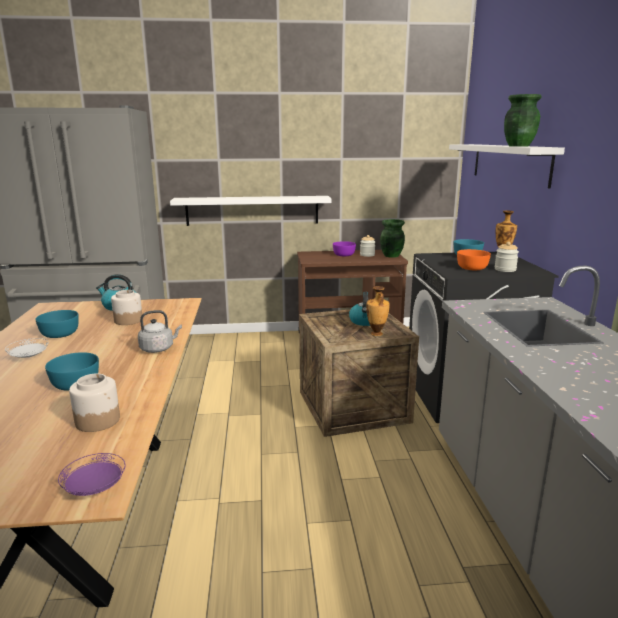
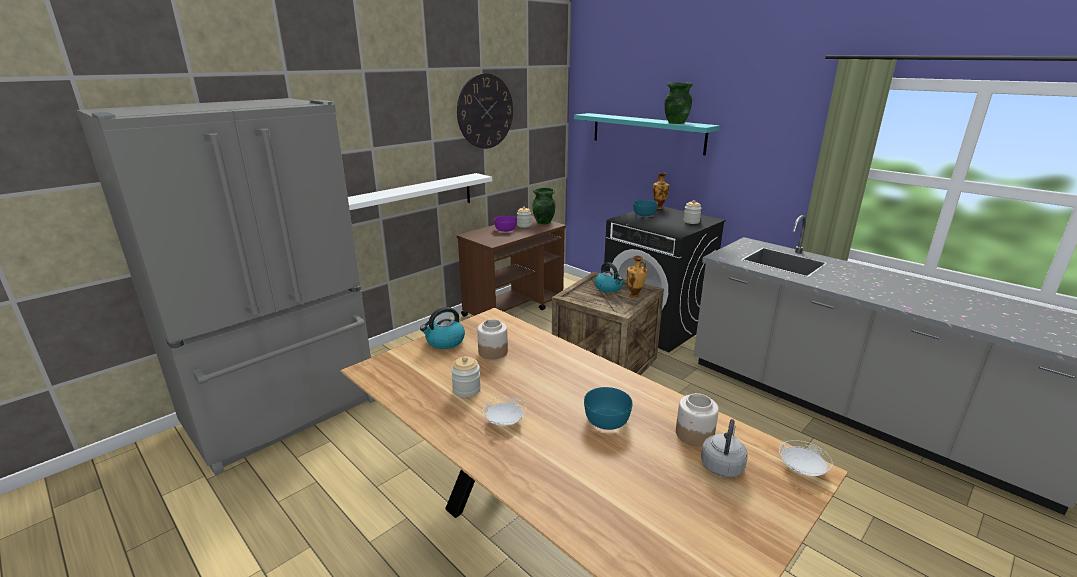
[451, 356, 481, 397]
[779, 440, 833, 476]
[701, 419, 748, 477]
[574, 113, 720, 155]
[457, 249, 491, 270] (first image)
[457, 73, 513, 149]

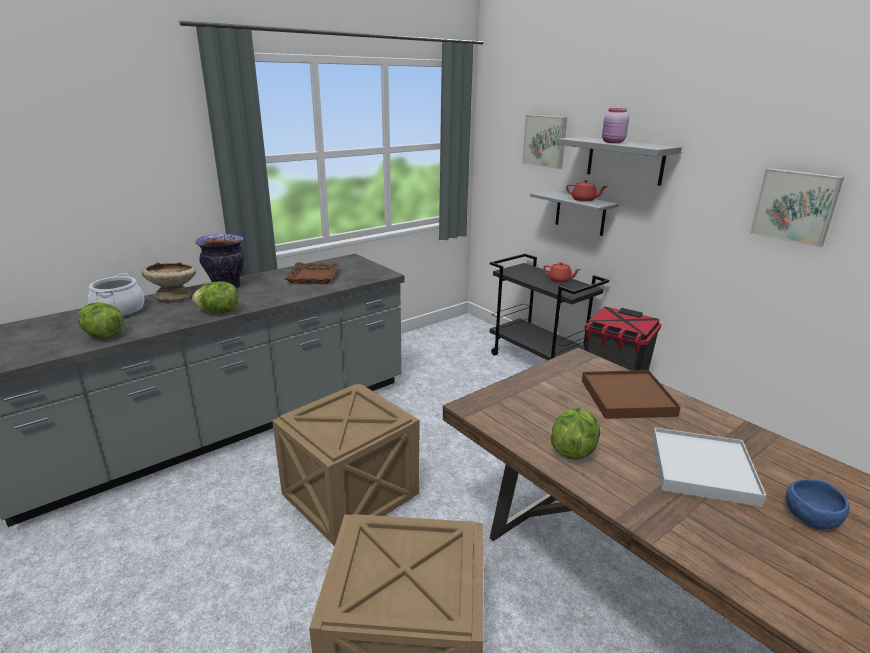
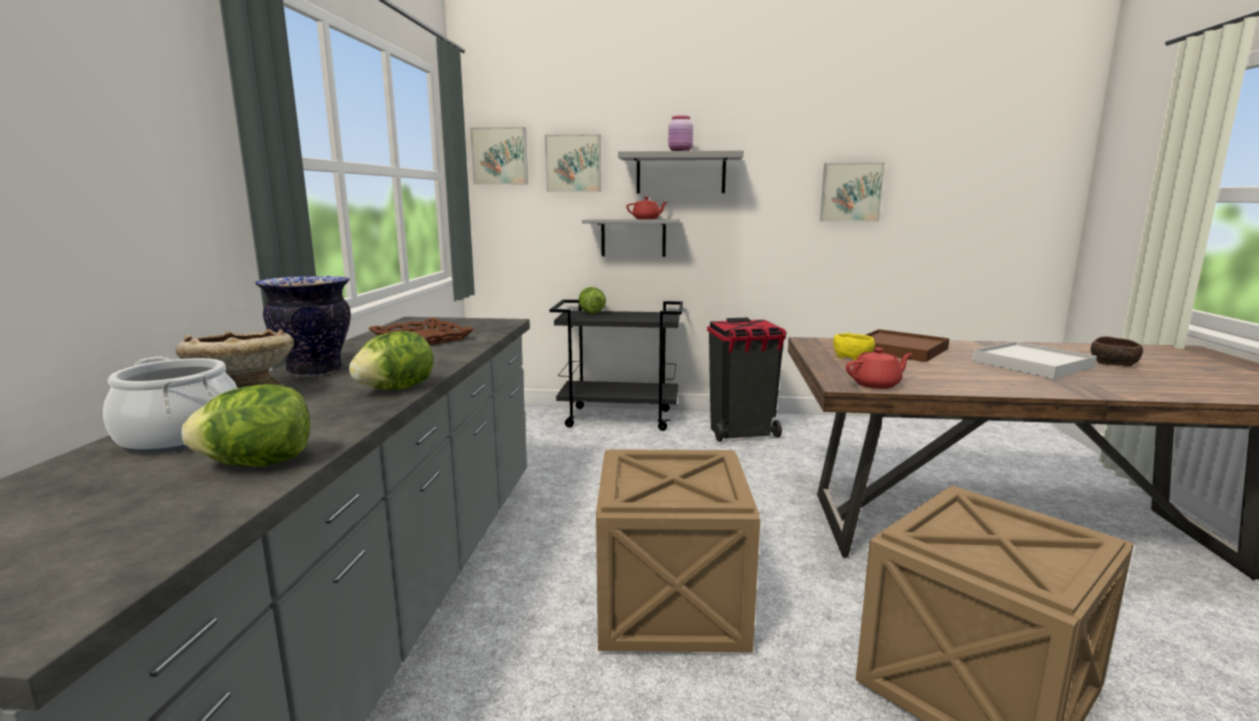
[846, 348, 913, 389]
[579, 287, 606, 314]
[1091, 336, 1143, 367]
[470, 127, 528, 185]
[833, 333, 875, 360]

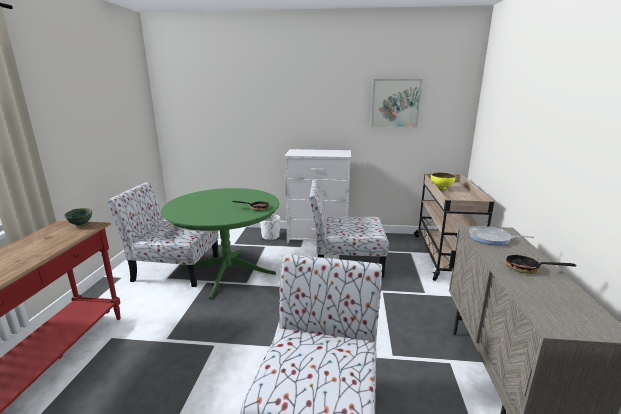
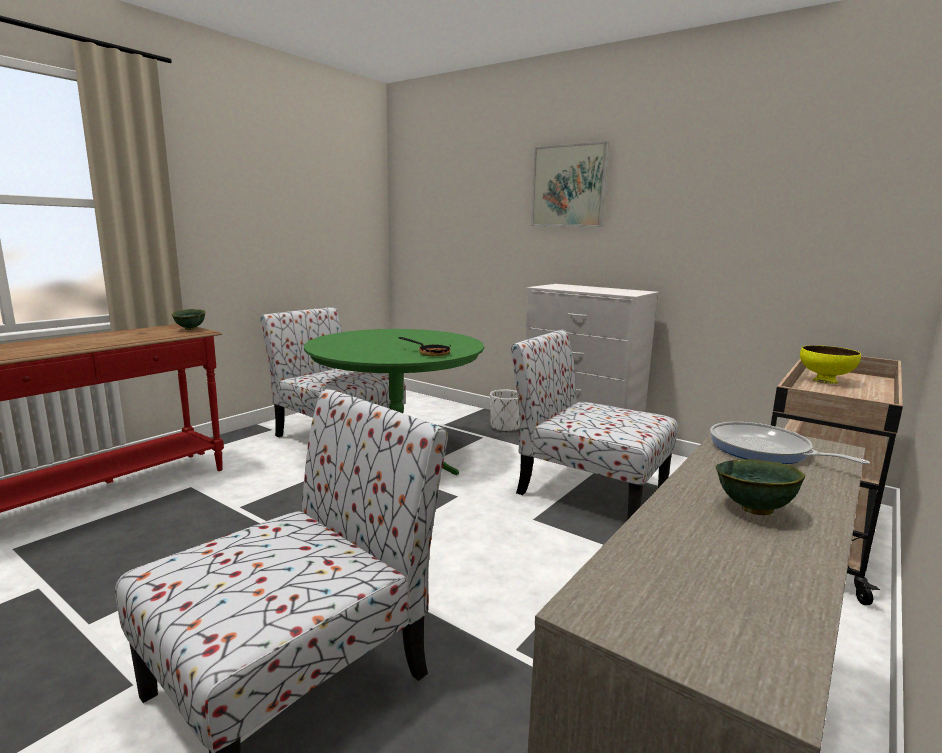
[531, 142, 609, 227]
[716, 459, 805, 515]

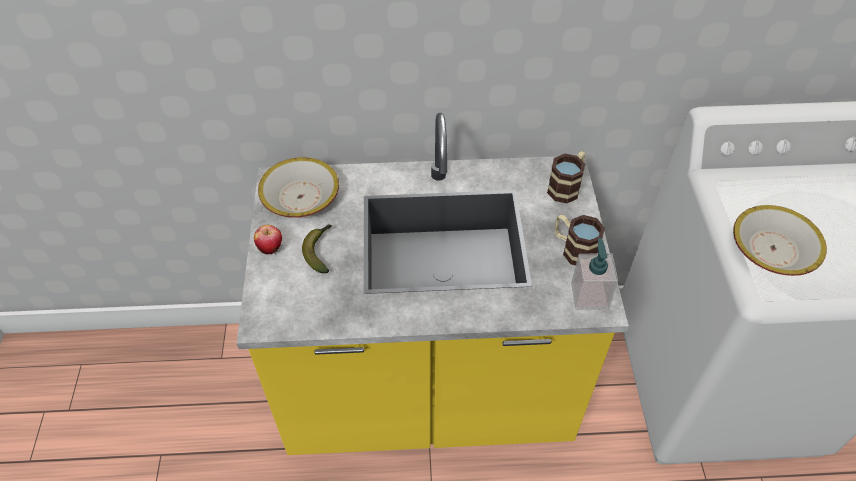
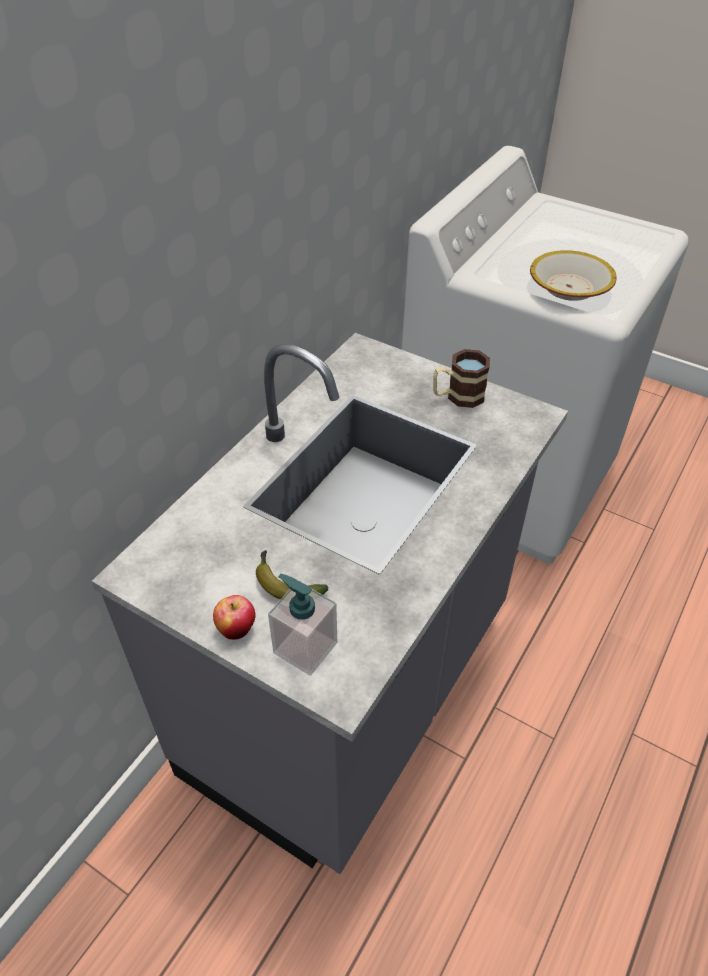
[92, 333, 568, 874]
[258, 157, 339, 218] (first image)
[547, 151, 585, 203] (first image)
[268, 574, 337, 676]

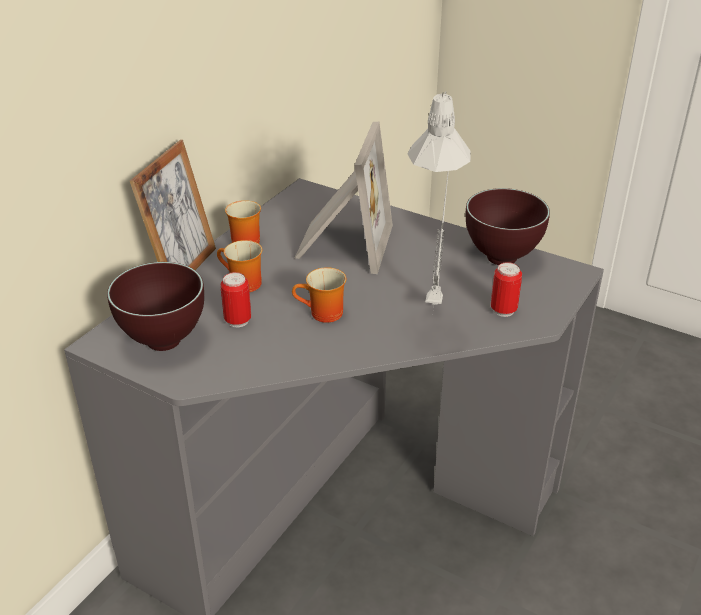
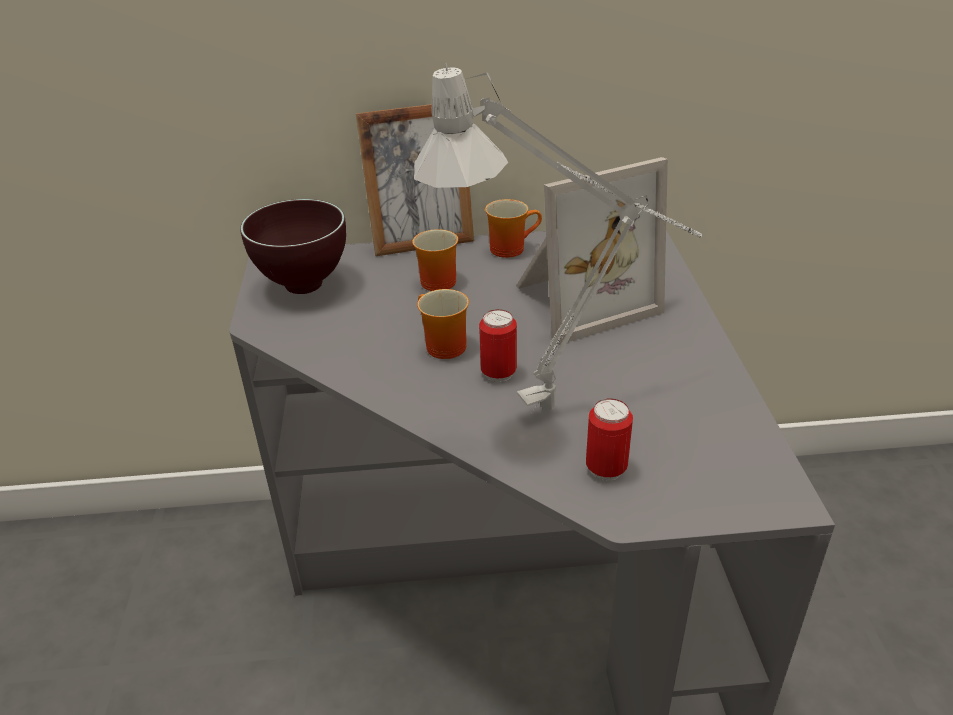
[479, 309, 517, 382]
[466, 188, 550, 265] (first image)

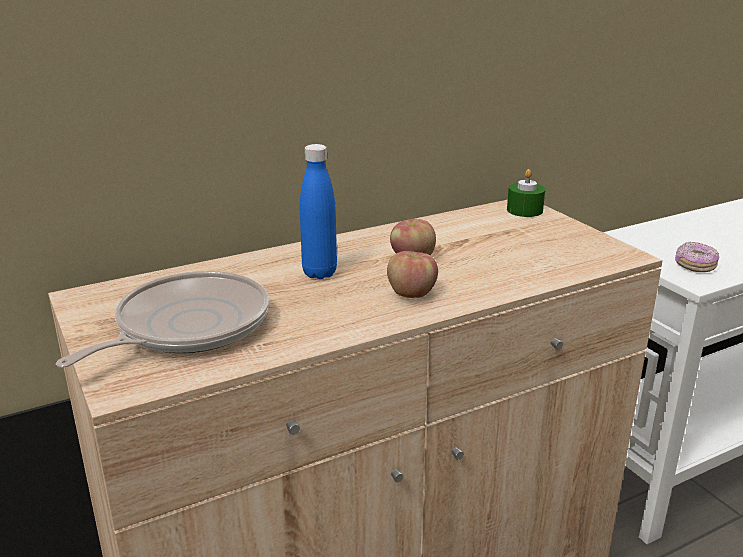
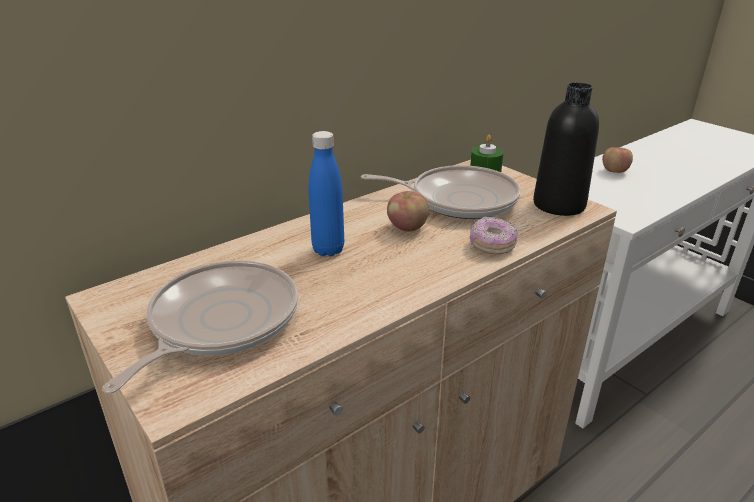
[602, 147, 633, 173]
[470, 217, 518, 254]
[361, 165, 521, 219]
[533, 83, 599, 216]

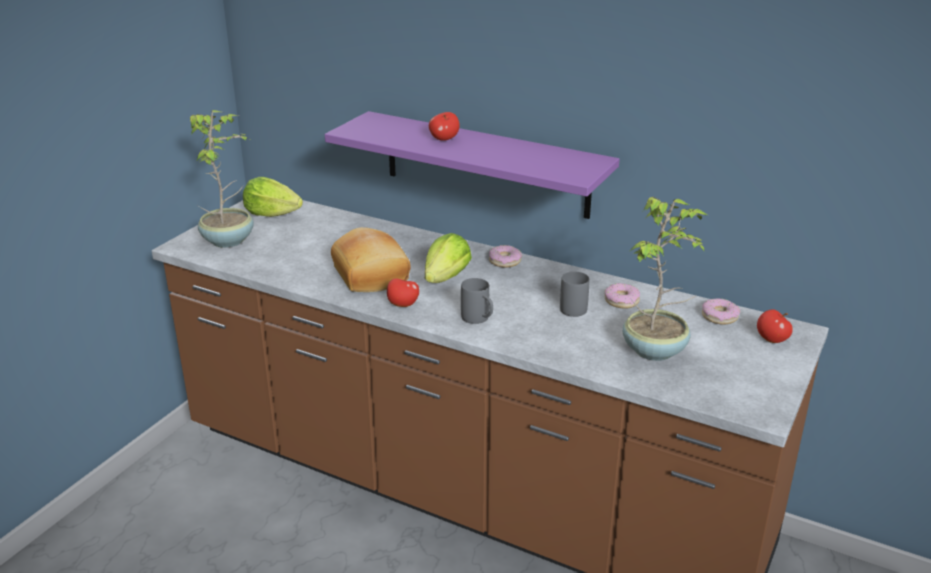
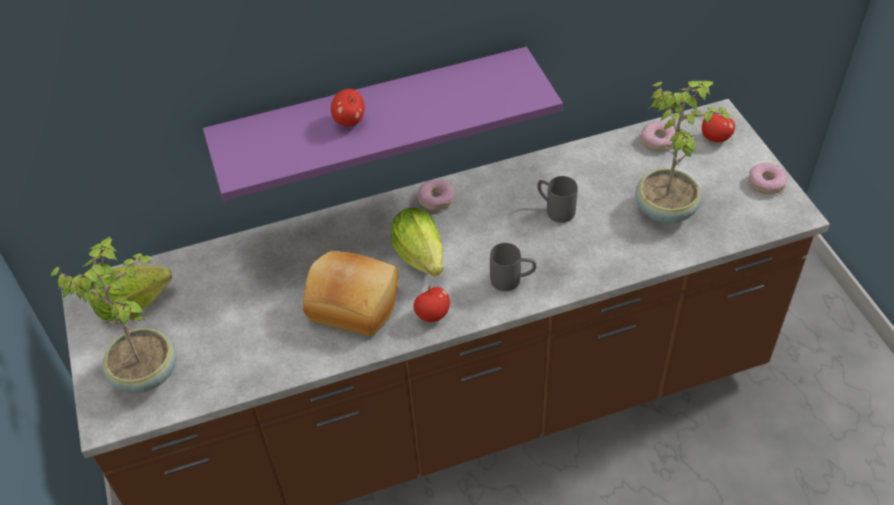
[749, 163, 787, 194]

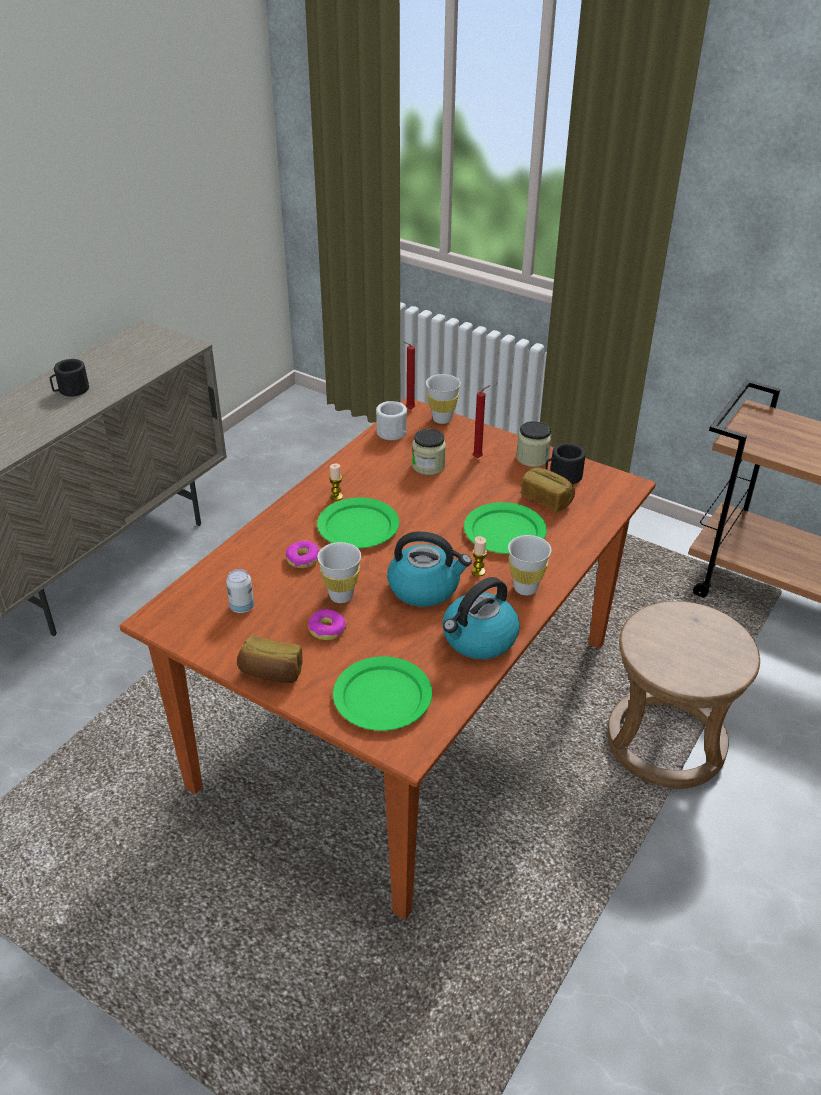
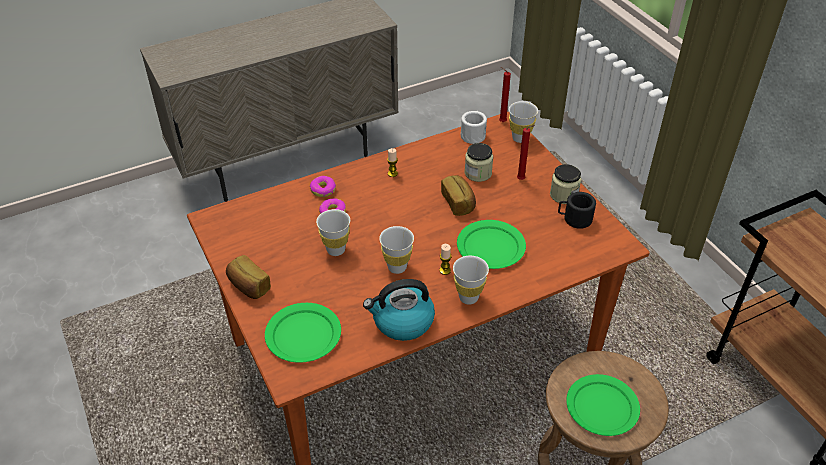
[50, 359, 89, 396] (first image)
[226, 569, 254, 613] (first image)
[310, 176, 336, 197]
[566, 374, 640, 436]
[379, 226, 414, 274]
[441, 175, 476, 216]

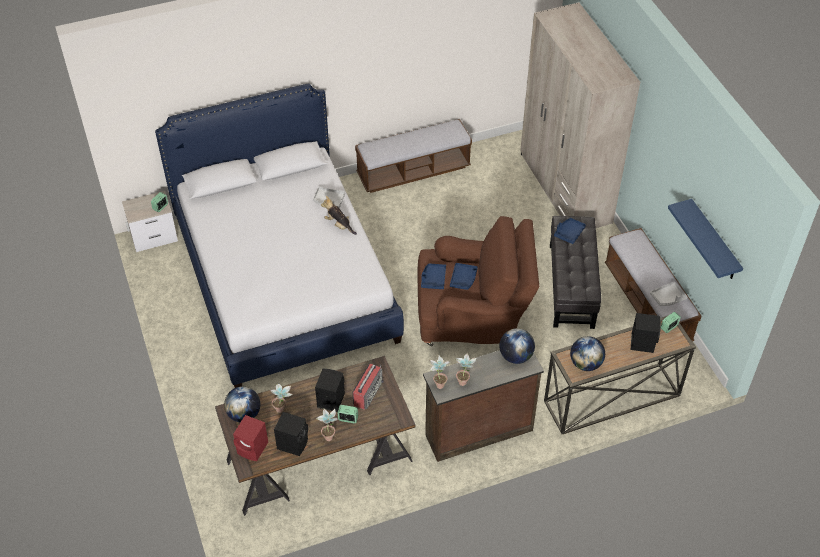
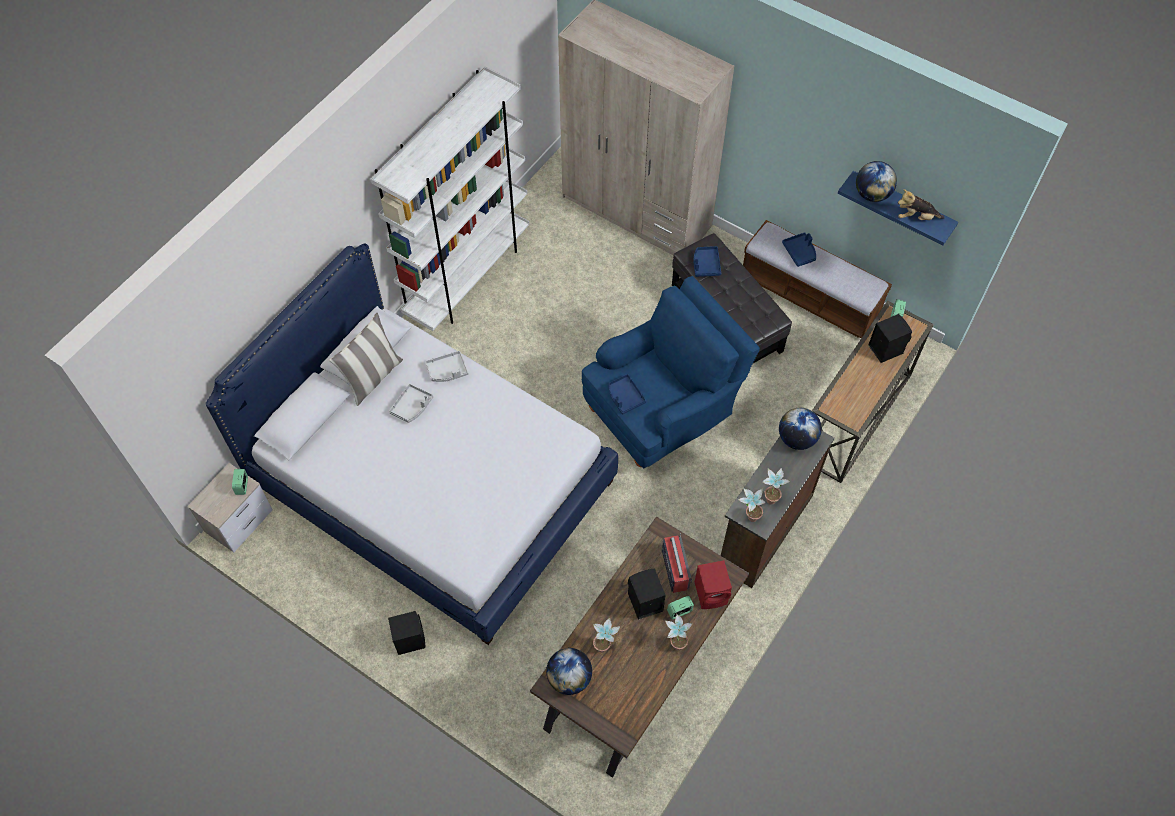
[695, 560, 732, 609]
[388, 611, 425, 655]
[898, 189, 945, 220]
[370, 67, 529, 331]
[582, 276, 760, 468]
[782, 232, 816, 267]
[856, 161, 897, 202]
[389, 384, 433, 423]
[329, 313, 403, 406]

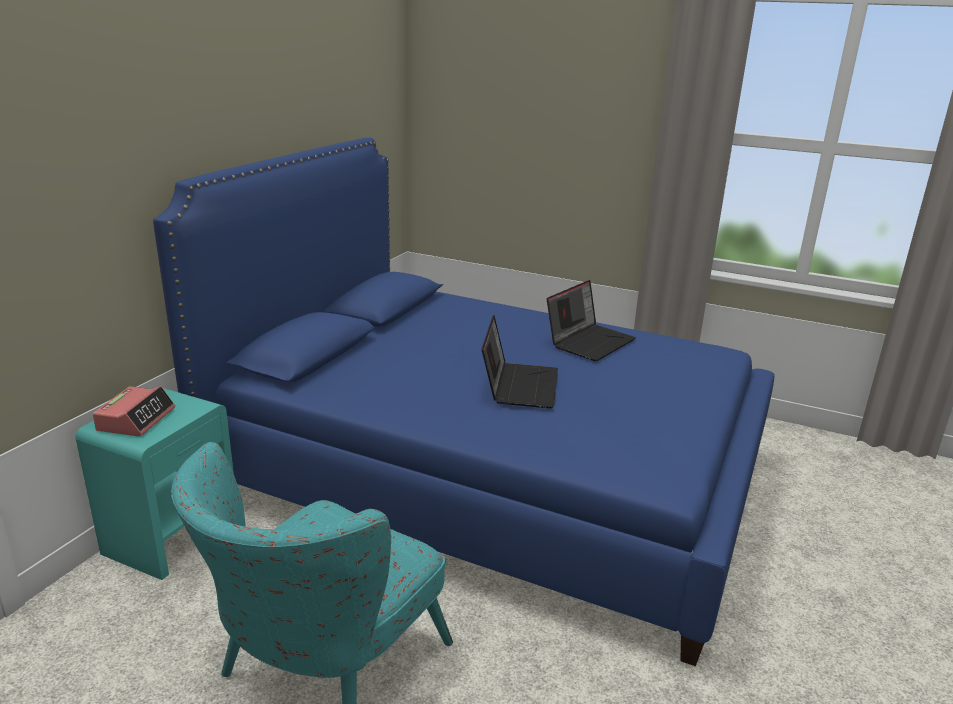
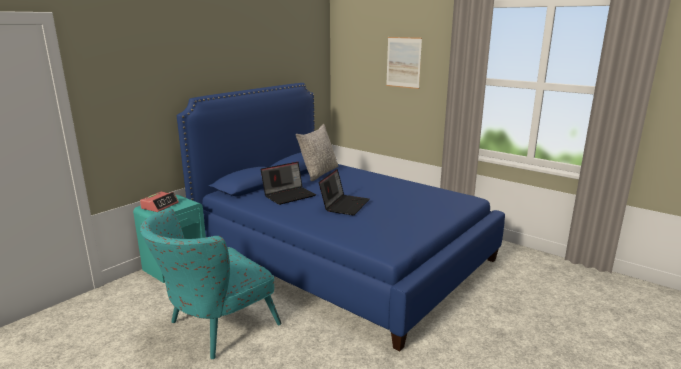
[261, 162, 316, 205]
[296, 124, 338, 181]
[386, 37, 422, 89]

